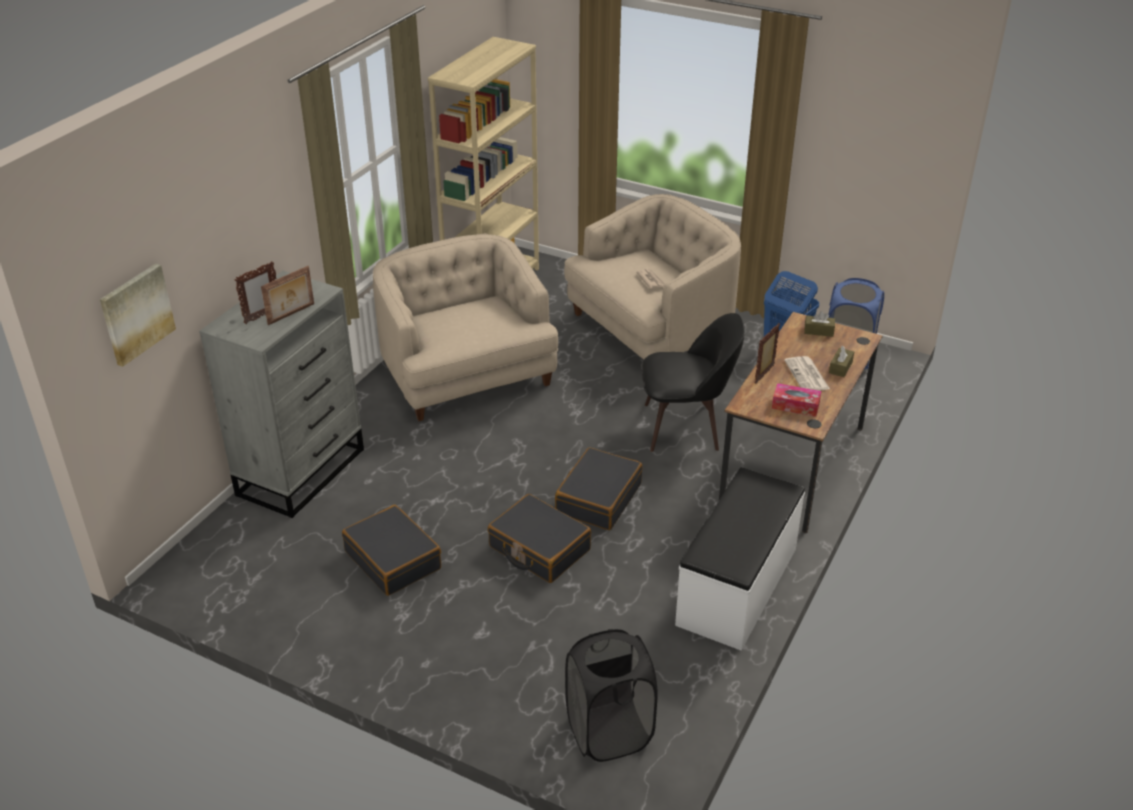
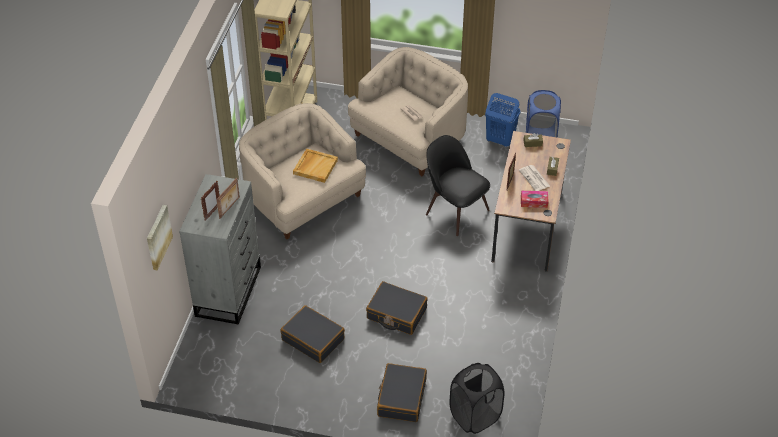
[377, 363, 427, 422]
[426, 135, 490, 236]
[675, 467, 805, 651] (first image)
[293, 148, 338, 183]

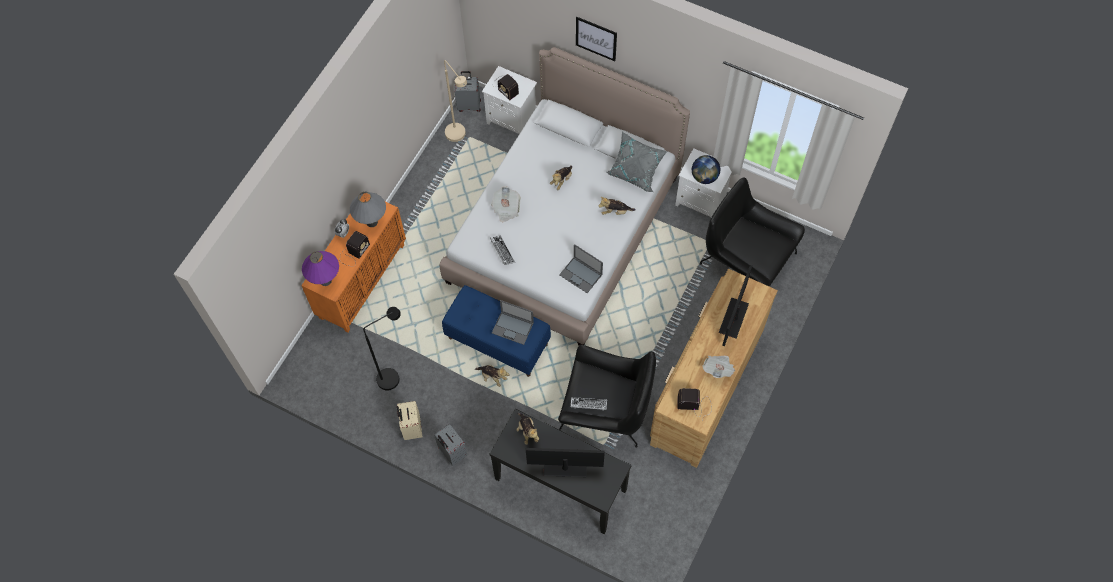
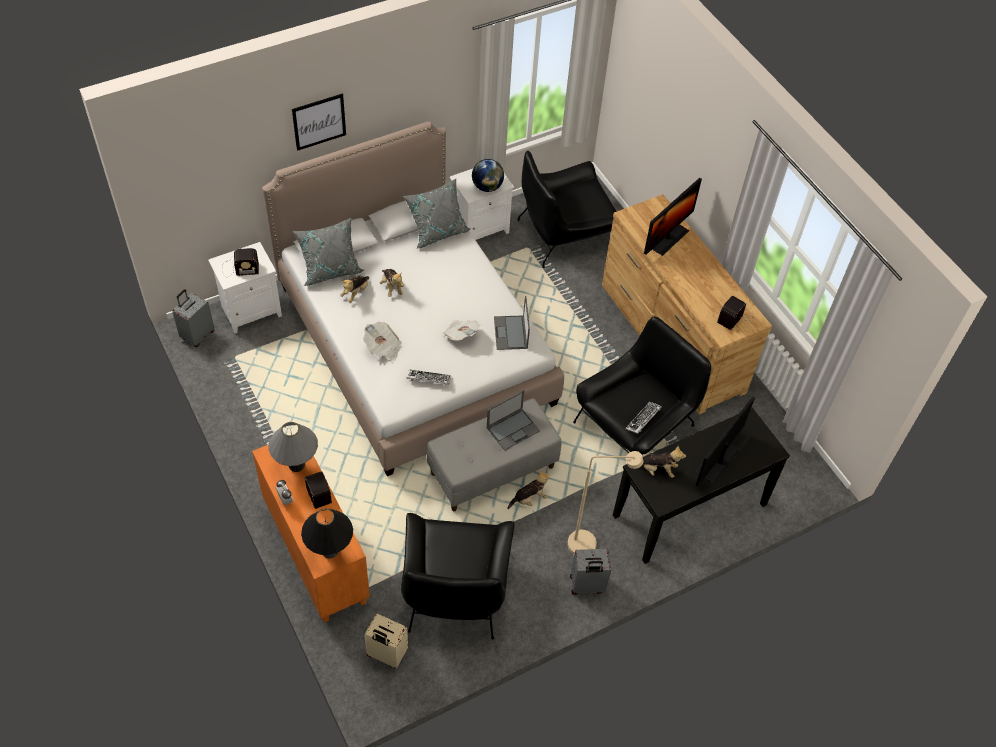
[301, 509, 353, 558]
[401, 513, 515, 639]
[364, 614, 408, 668]
[427, 398, 562, 511]
[567, 451, 644, 555]
[494, 296, 530, 350]
[340, 276, 369, 303]
[443, 320, 481, 341]
[644, 178, 702, 256]
[292, 218, 364, 286]

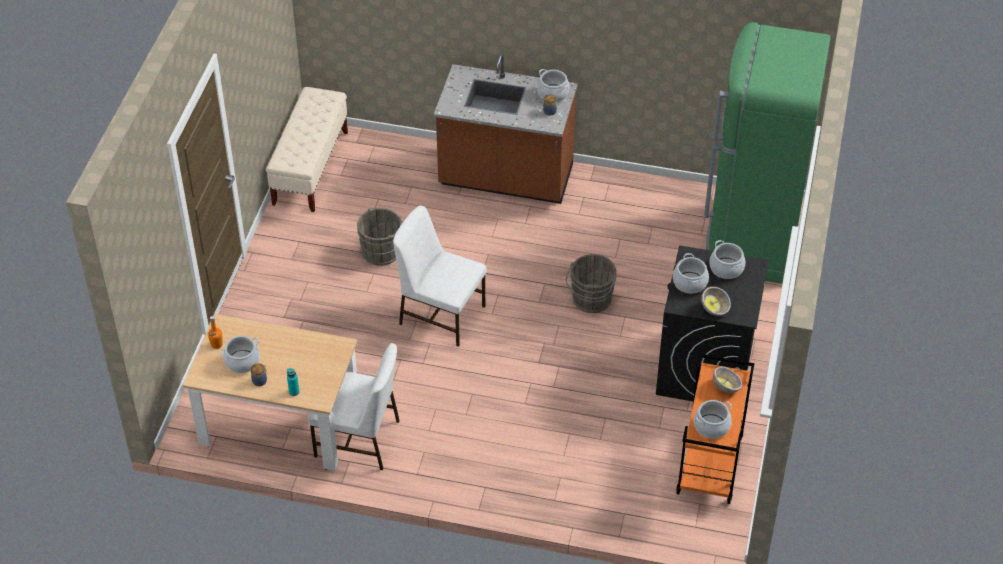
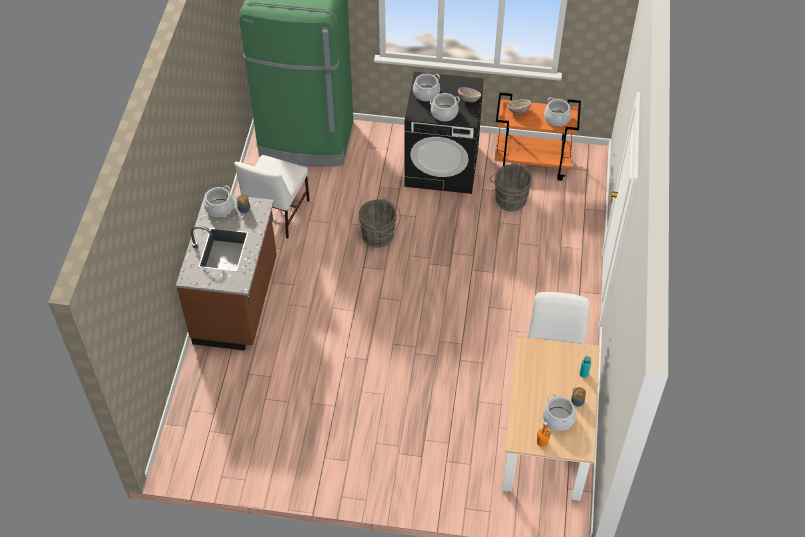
[266, 87, 348, 212] (first image)
[490, 164, 532, 211]
[234, 155, 310, 238]

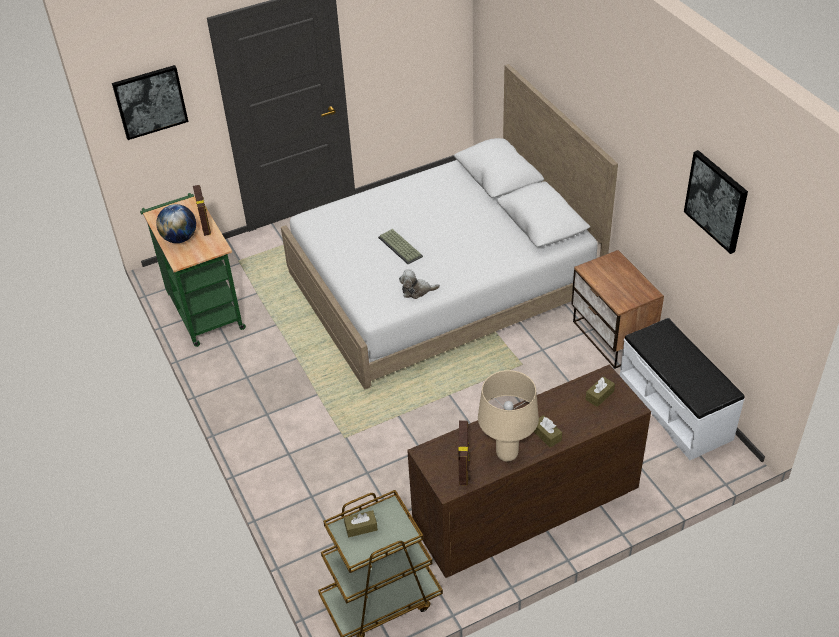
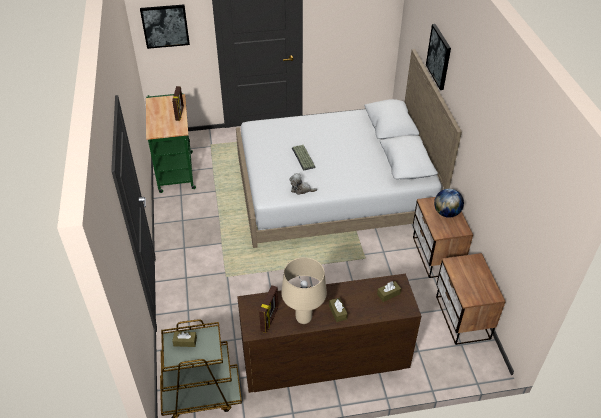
[434, 189, 464, 218]
[436, 253, 506, 345]
[426, 24, 451, 90]

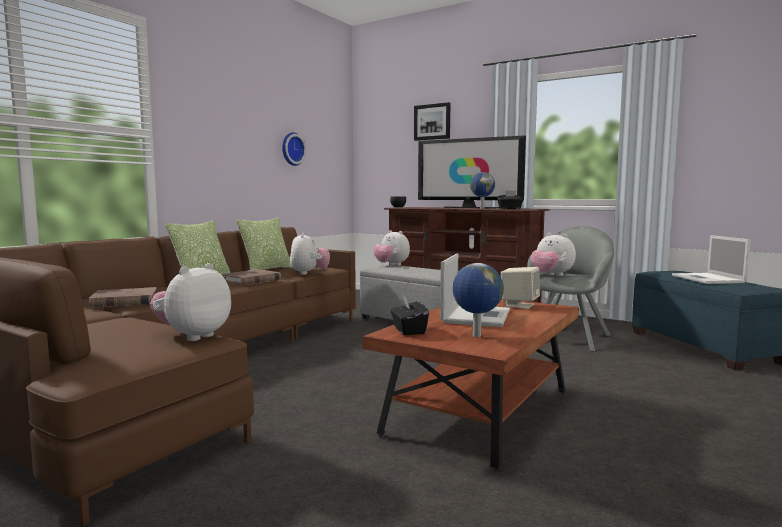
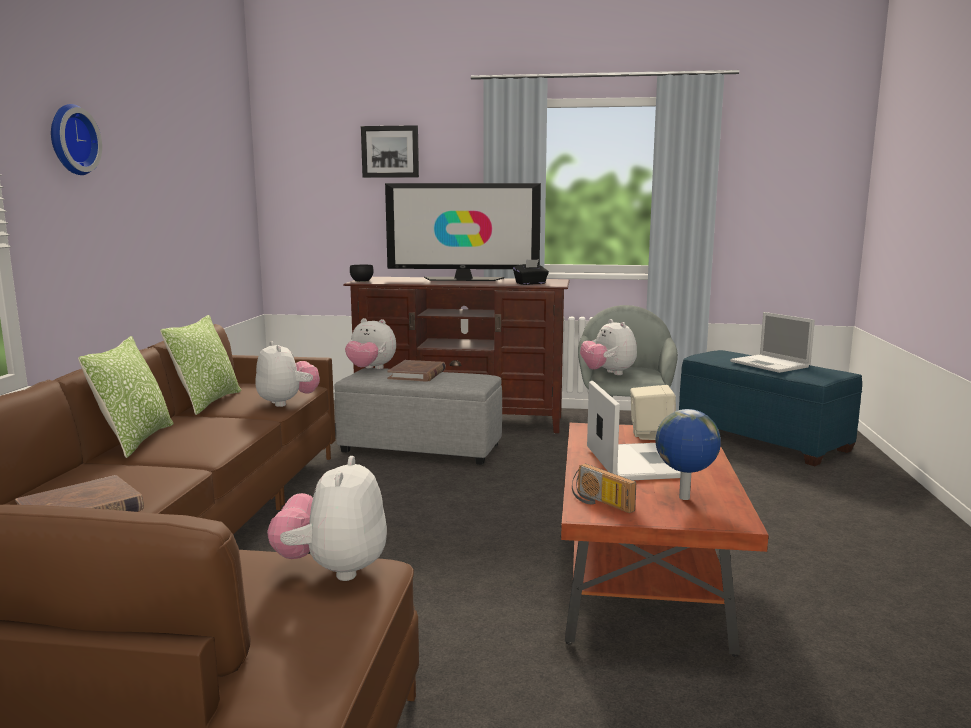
[387, 360, 446, 382]
[51, 104, 102, 175]
[572, 463, 636, 513]
[470, 172, 495, 209] (first image)
[580, 319, 637, 375]

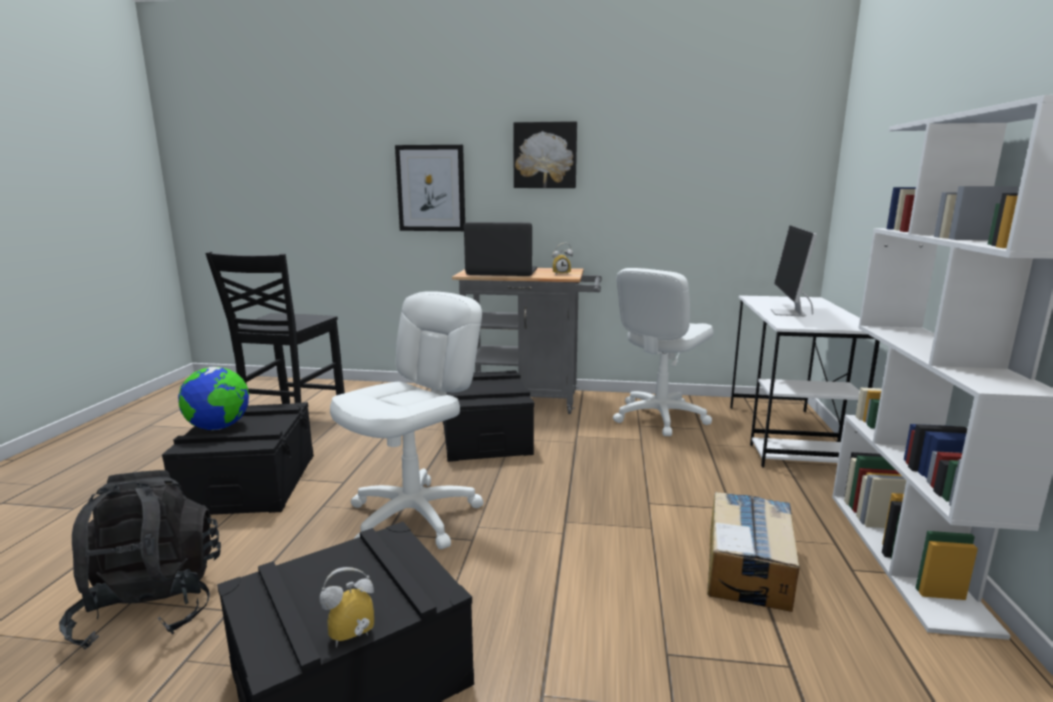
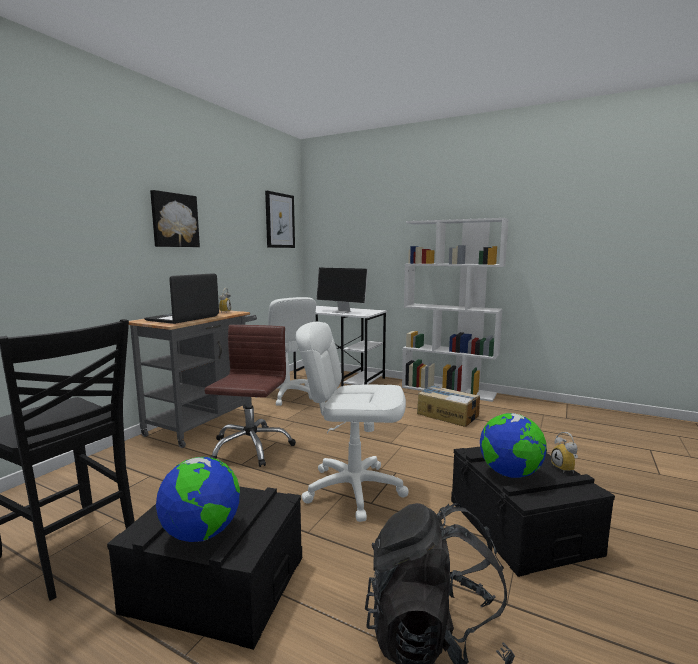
[296, 322, 409, 522]
[265, 191, 295, 248]
[204, 325, 296, 467]
[480, 413, 547, 478]

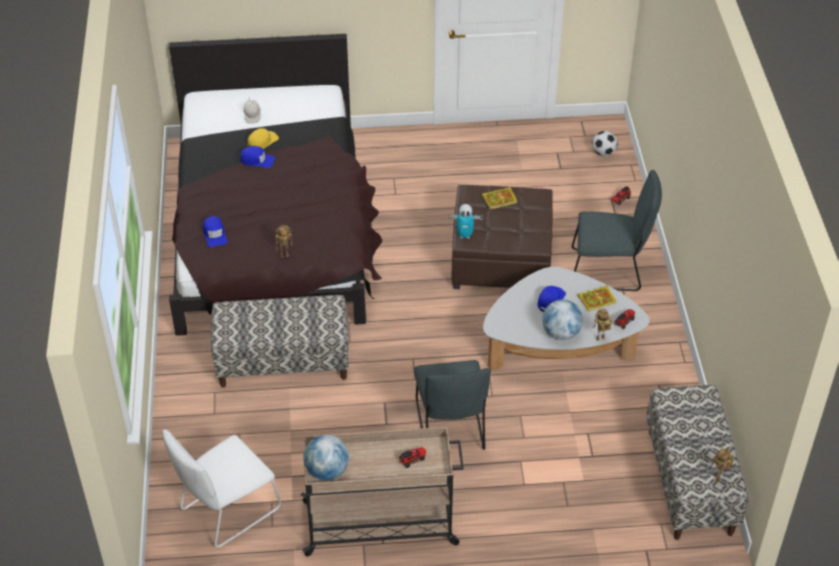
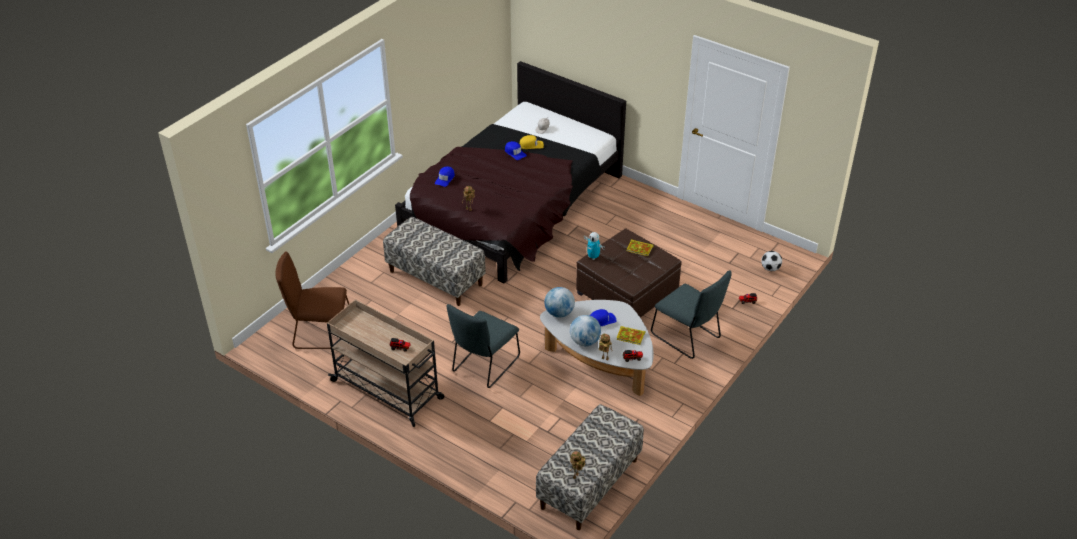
[275, 251, 349, 349]
[544, 287, 575, 318]

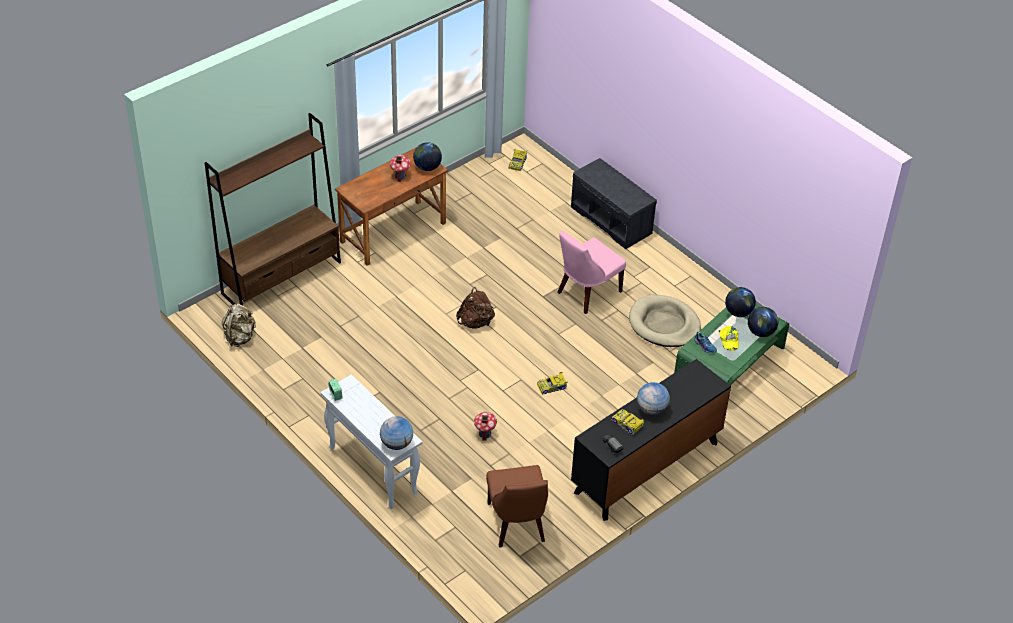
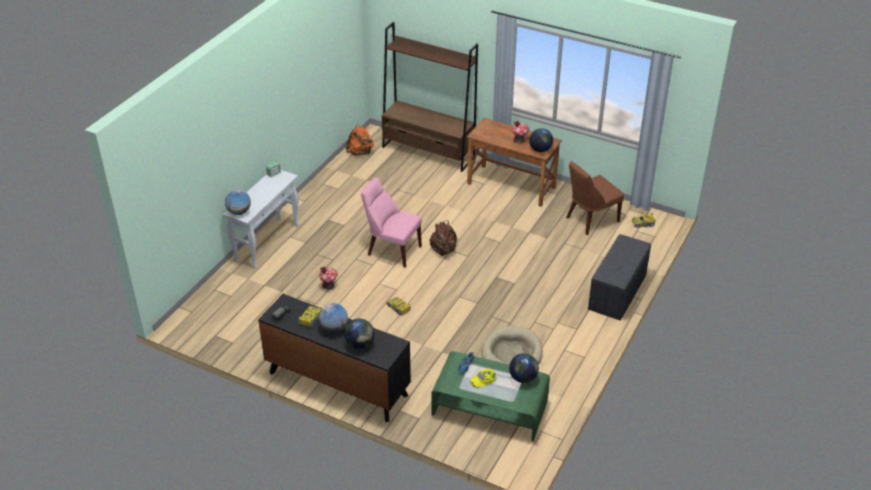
[346, 125, 374, 156]
[566, 161, 624, 235]
[361, 177, 422, 268]
[344, 319, 374, 349]

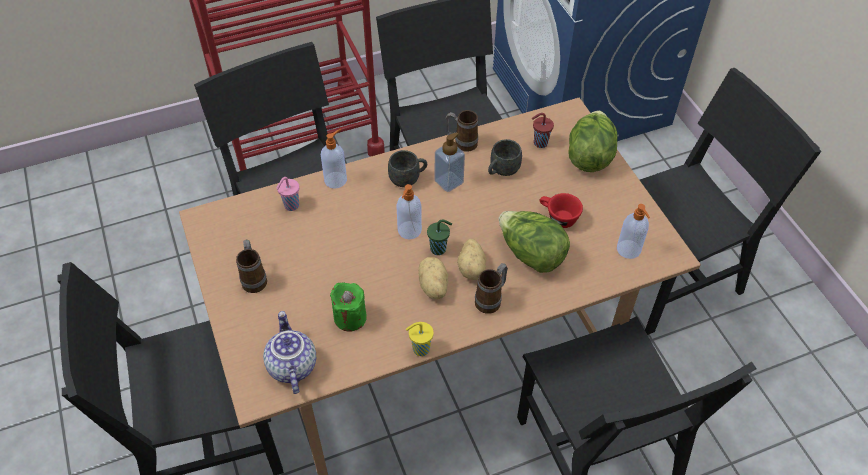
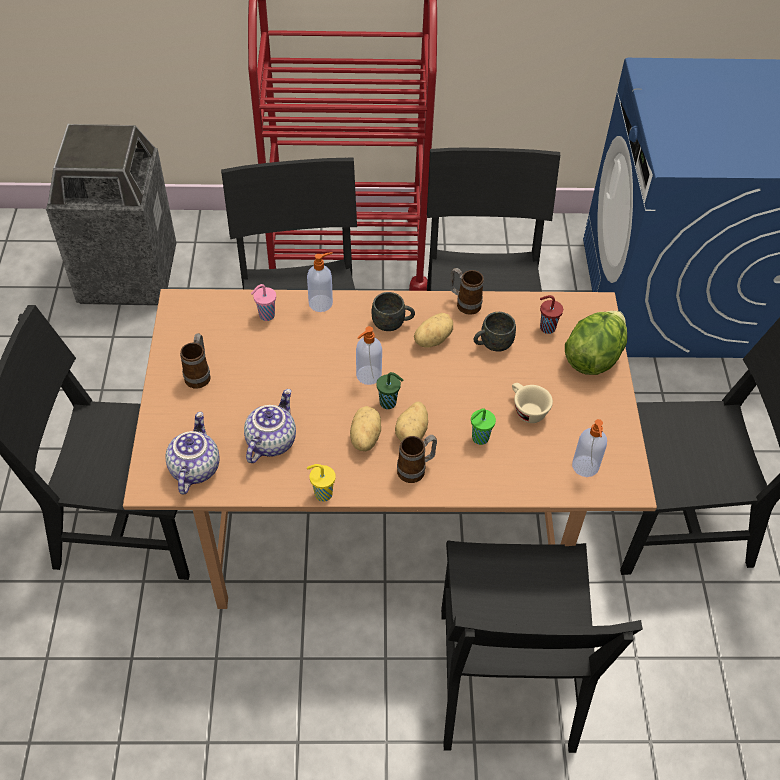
[244, 389, 296, 463]
[414, 313, 453, 347]
[471, 408, 496, 445]
[512, 383, 553, 423]
[46, 124, 176, 306]

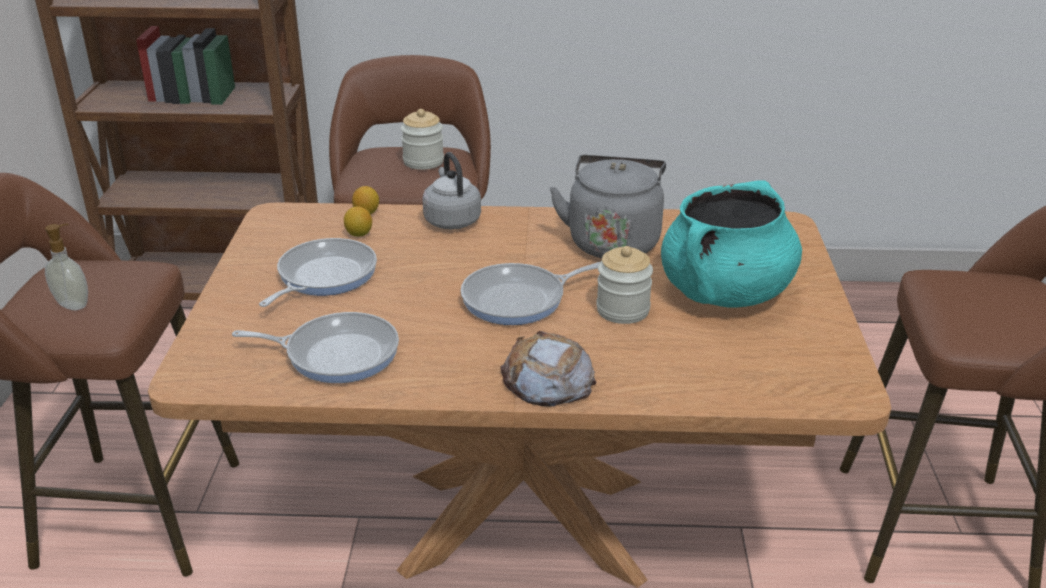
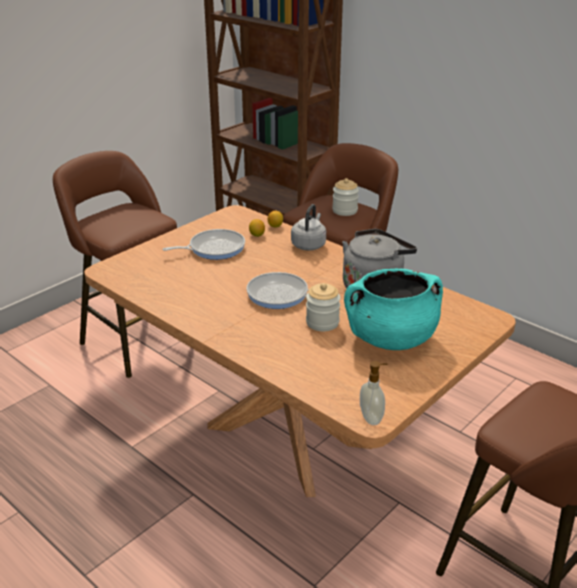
[360, 361, 388, 425]
[232, 312, 399, 383] (first image)
[500, 331, 597, 406] (first image)

